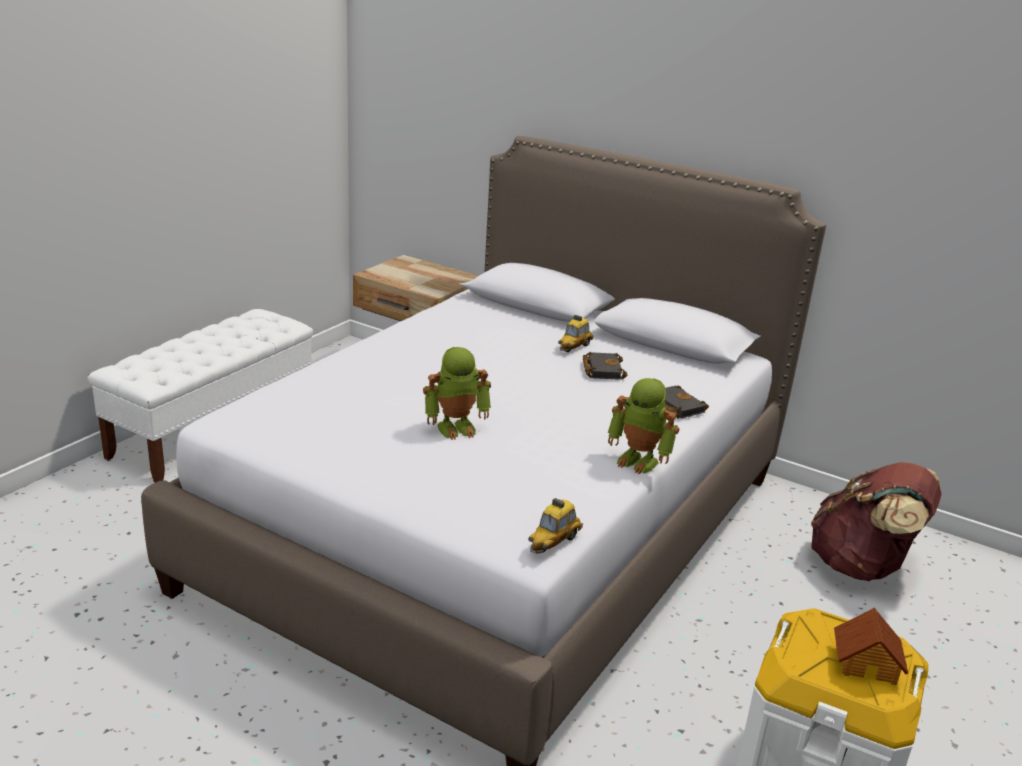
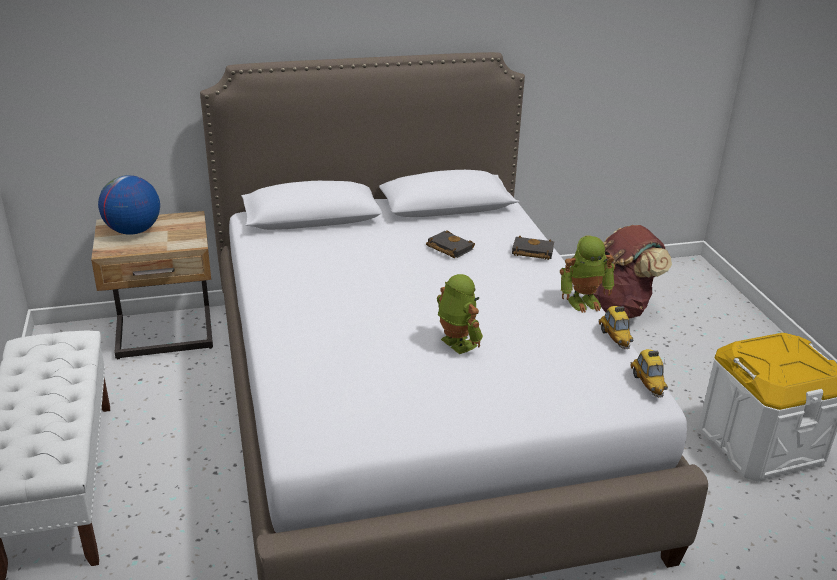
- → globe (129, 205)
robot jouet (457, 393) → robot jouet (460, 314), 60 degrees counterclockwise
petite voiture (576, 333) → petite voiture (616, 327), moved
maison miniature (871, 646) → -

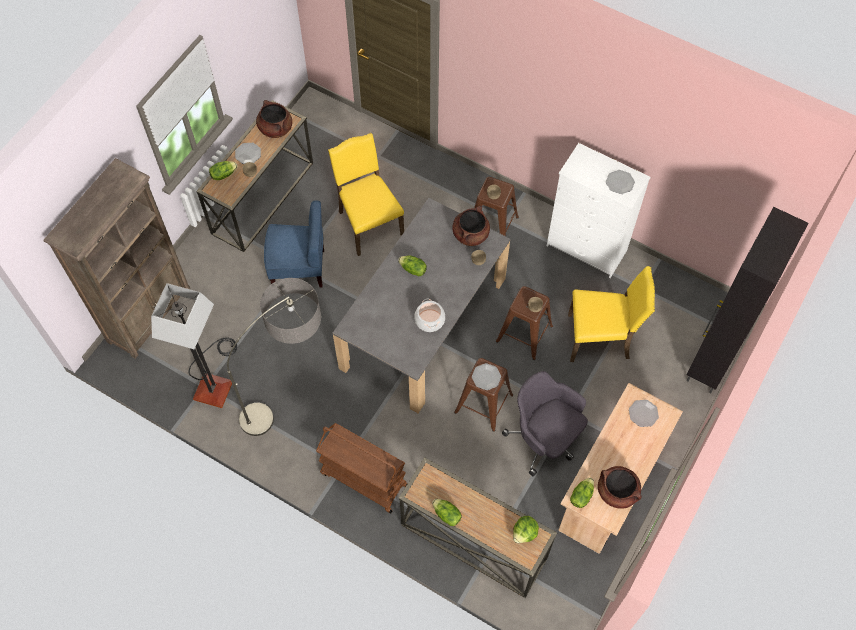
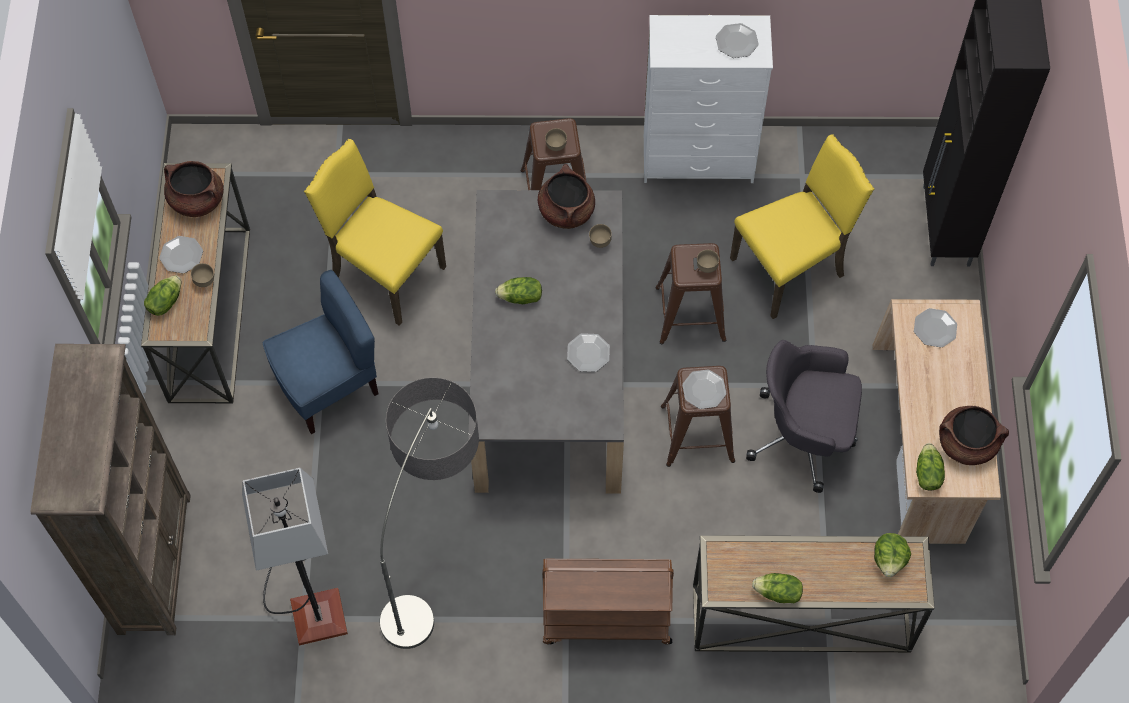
marmite (429, 315) → assiette (588, 352)

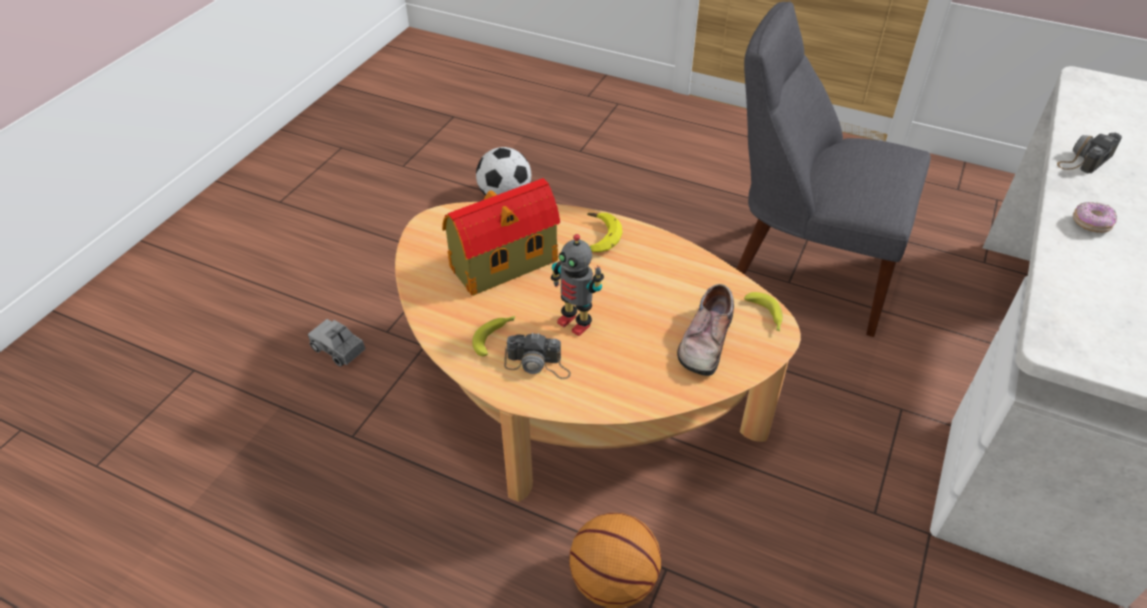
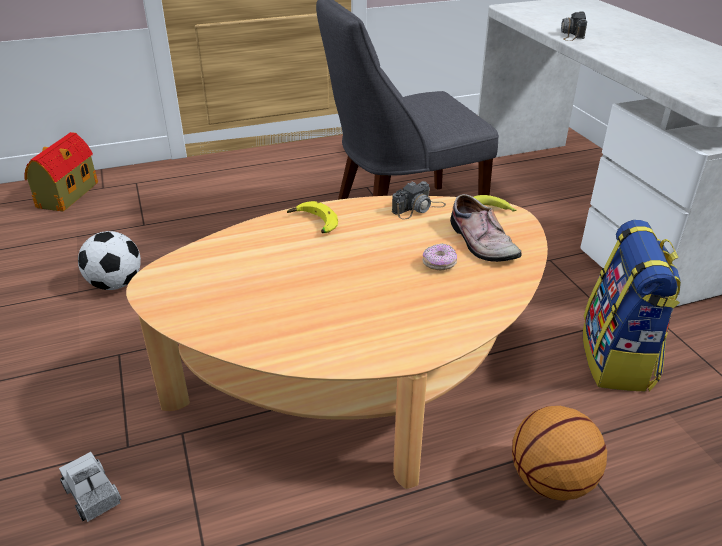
maison miniature (501, 237) → maison miniature (61, 171), moved
camion jouet (336, 343) → camion jouet (90, 487), 60 degrees clockwise
appareil photo (537, 355) → appareil photo (419, 200), moved
beignet (1095, 217) → beignet (439, 256), moved
- → sac à dos (632, 306)
banane (493, 336) → -
robot jouet (577, 285) → -

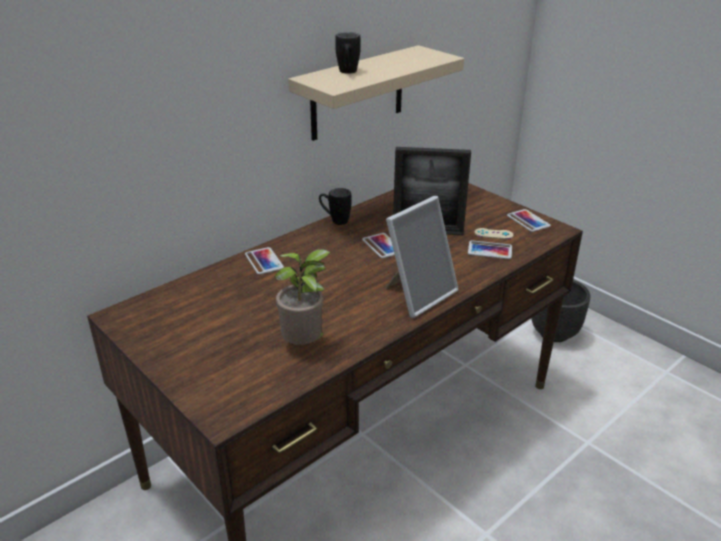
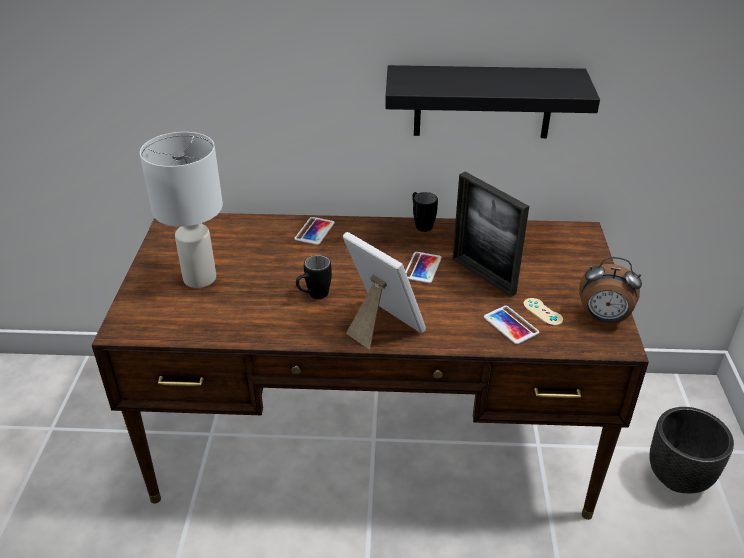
- → lampe de table [blanc] (181, 210)
mug [noir] (348, 53) → mug [noir] (314, 277), moved
cadre photo (422, 257) → cadre photo (384, 290), 135 degrees counterclockwise
étagère [beige] (376, 93) → étagère [noir] (492, 101)
téléphone (529, 220) → réveil (610, 290)
plante en pot (303, 297) → -

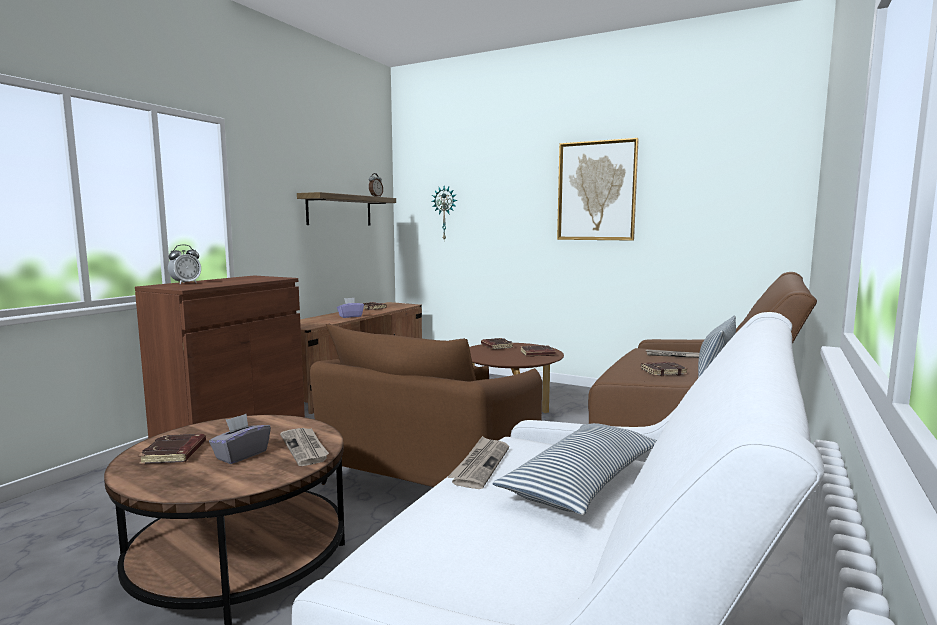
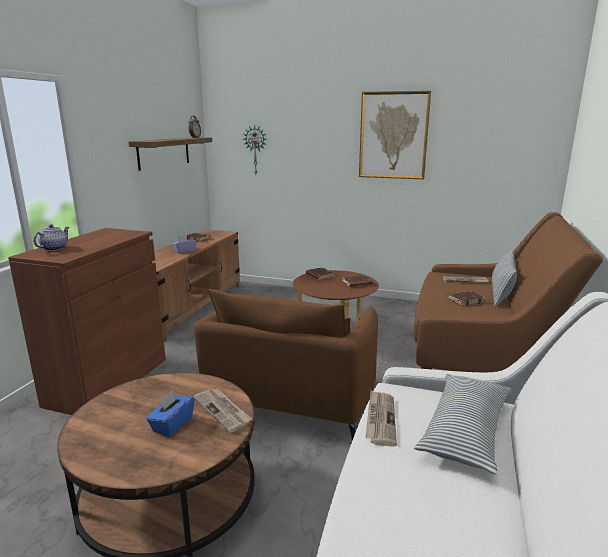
réveil (184, 264) → théière (51, 237)
boîte à mouchoirs [gris] (240, 439) → boîte à mouchoirs [bleu] (170, 413)
livre [marron] (172, 449) → -

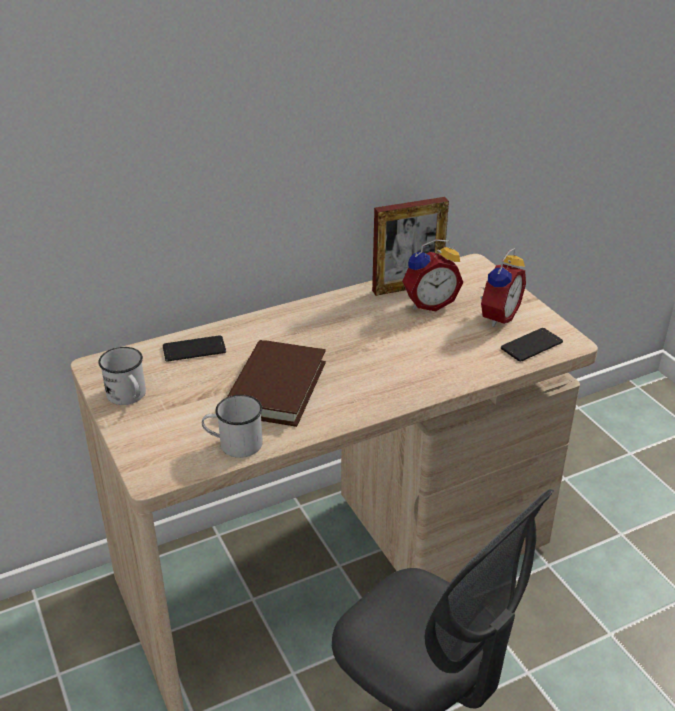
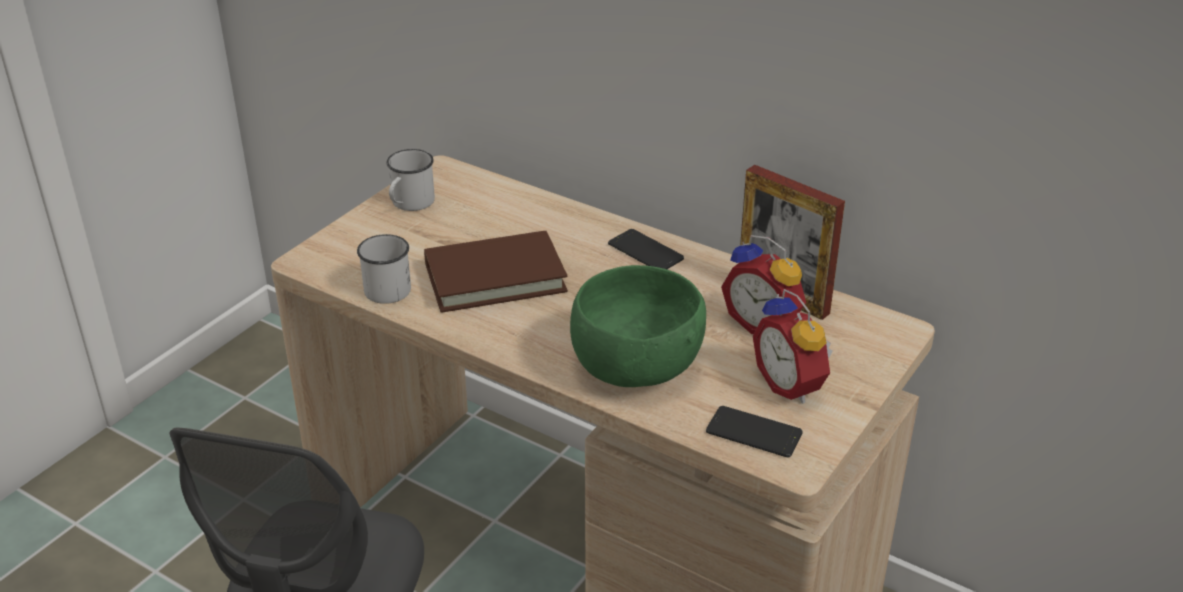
- → bol [vert] (638, 326)
téléphone (194, 348) → téléphone (646, 249), moved
réveil (502, 287) → réveil (792, 346), 60 degrees clockwise

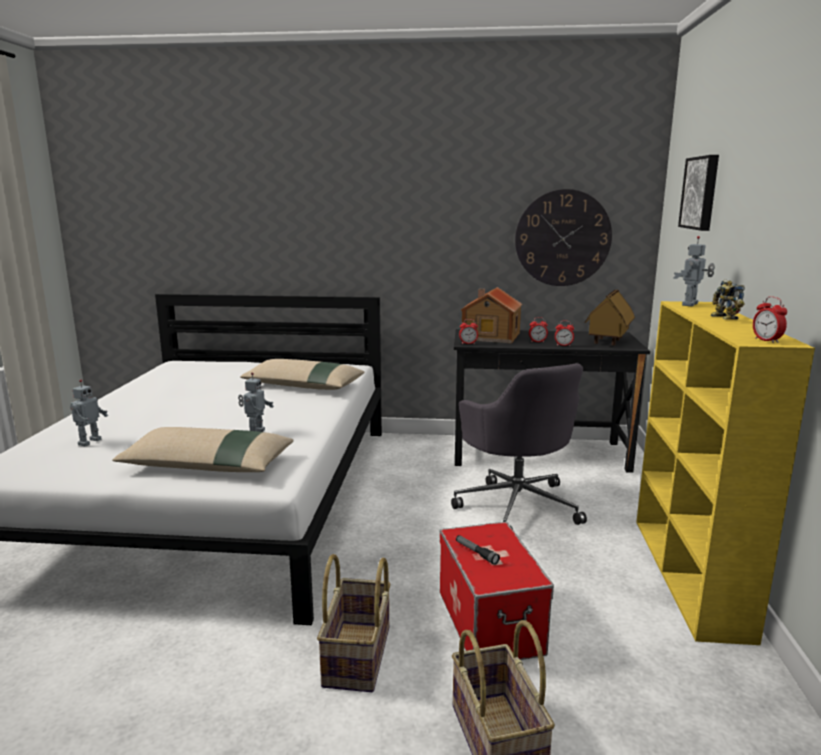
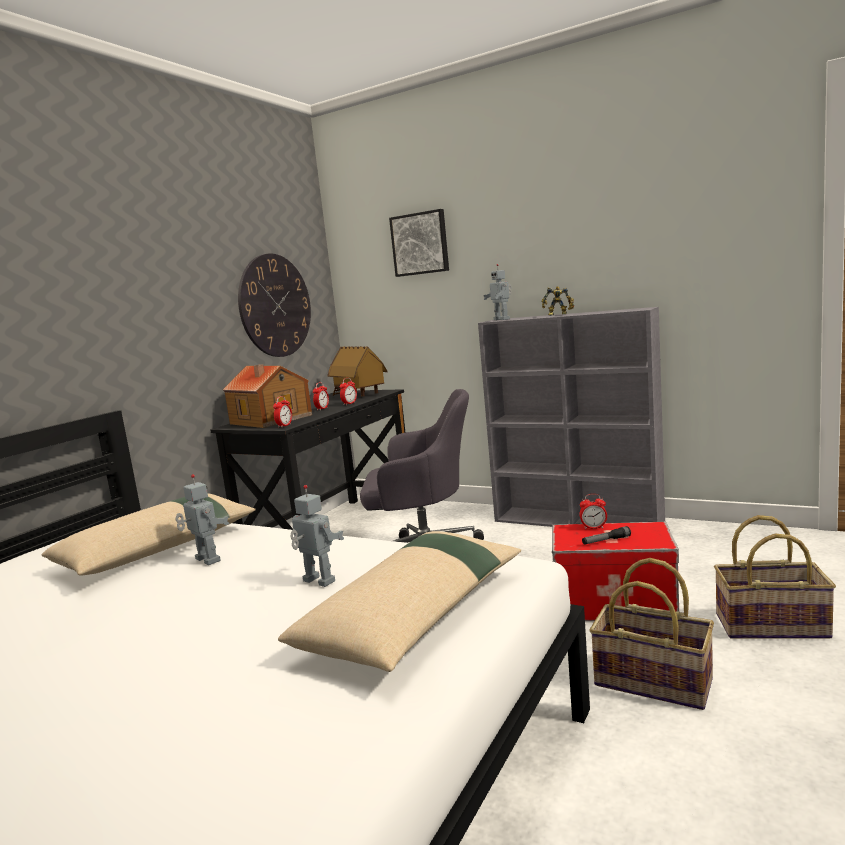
robot jouet (89, 413) → robot jouet (203, 519), moved
bibliothèque [jaune] (725, 473) → bibliothèque [gris] (571, 417)
réveil (770, 319) → réveil (593, 511), moved

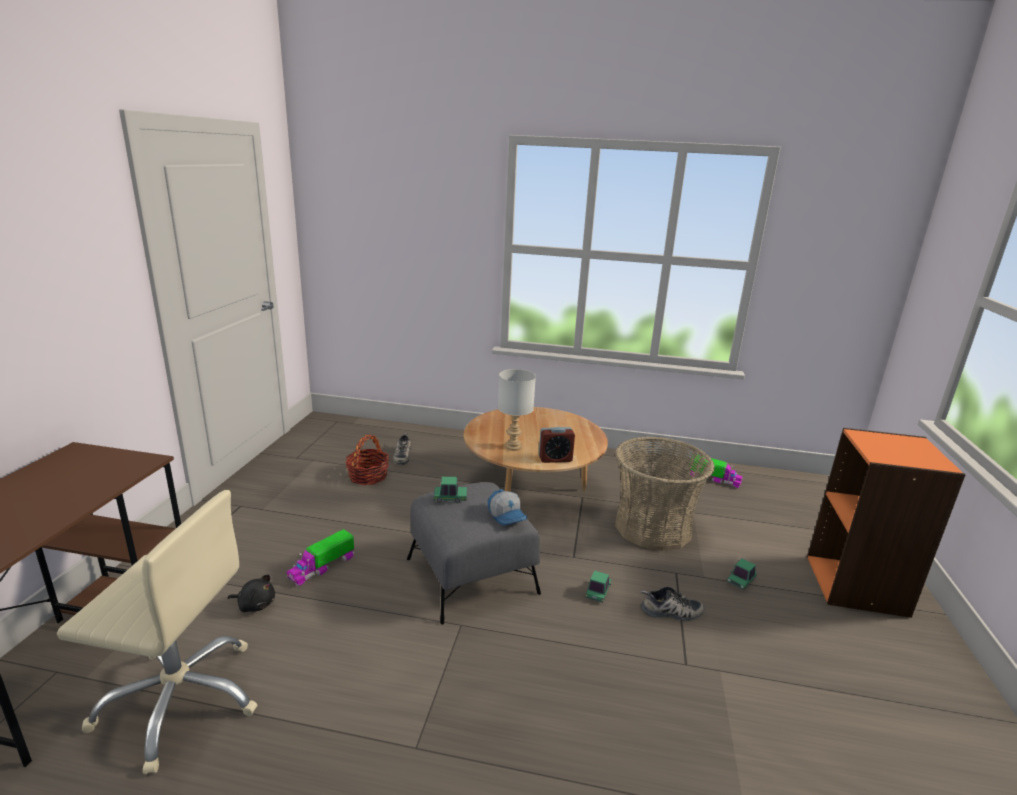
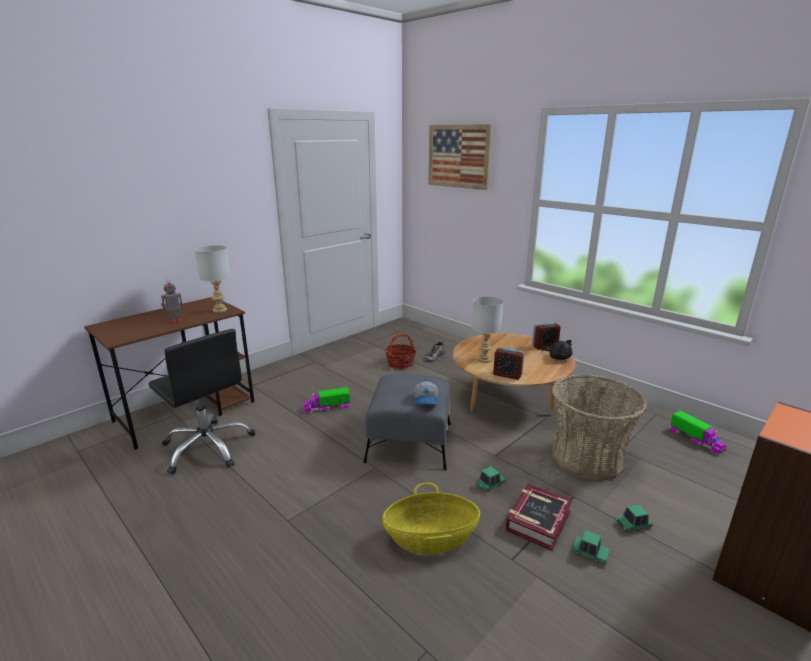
chaise de bureau [beige] (157, 632) → chaise de bureau [noir] (202, 402)
- → robot jouet (171, 301)
- → lampe de table [gris] (213, 279)
- → panier (431, 519)
- → tableau (460, 157)
chaussure (673, 604) → livre (539, 517)
- → réveil (546, 336)
peluche [noir] (251, 593) → peluche [noir] (557, 350), moved
petite voiture (450, 490) → petite voiture (591, 547), moved

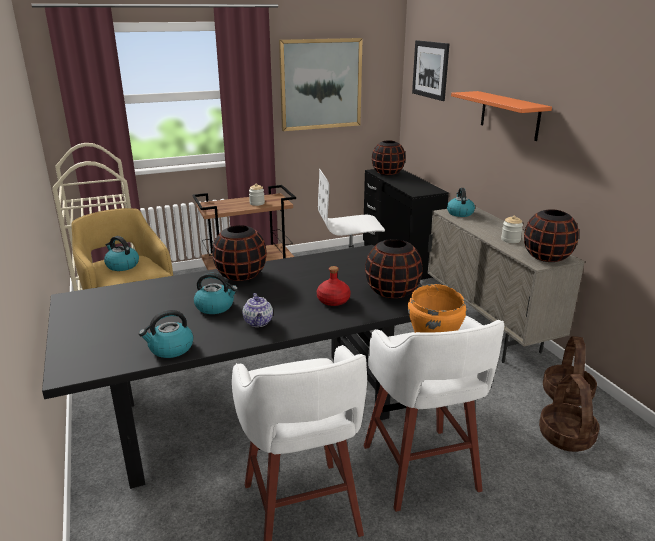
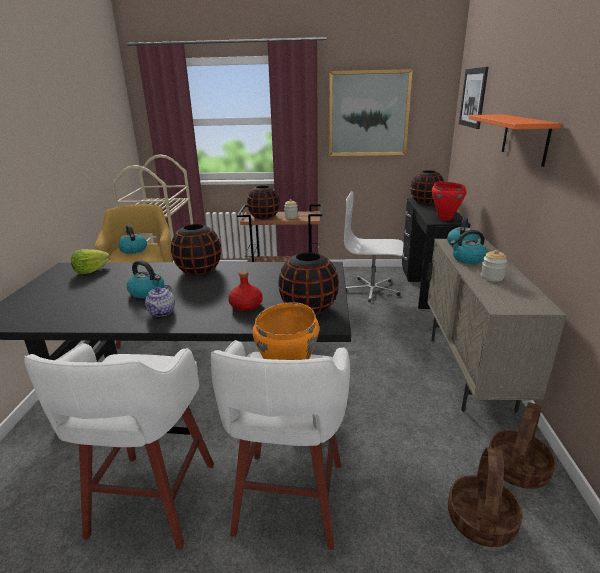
- → laitue (90, 261)
vase [noir] (551, 235) → vase [noir] (263, 203), moved
- → marmite [rouge] (449, 201)
bouilloire (166, 334) → bouilloire (468, 247), moved

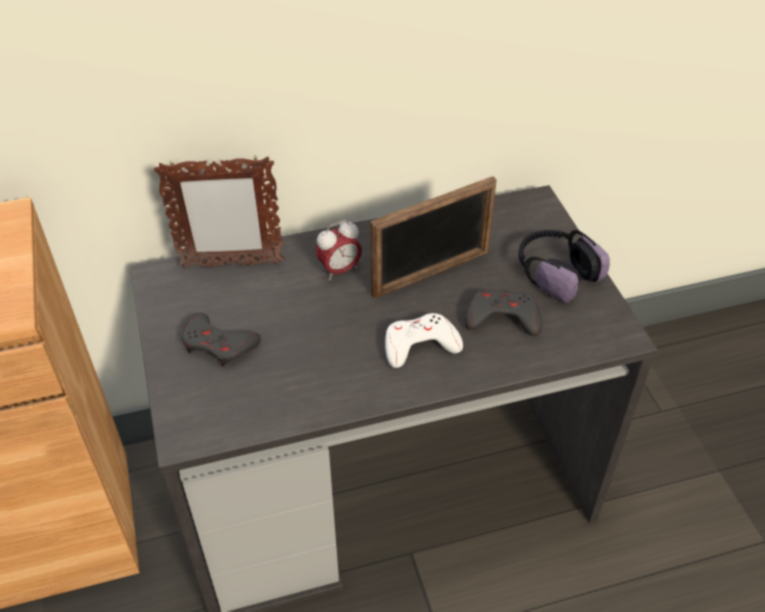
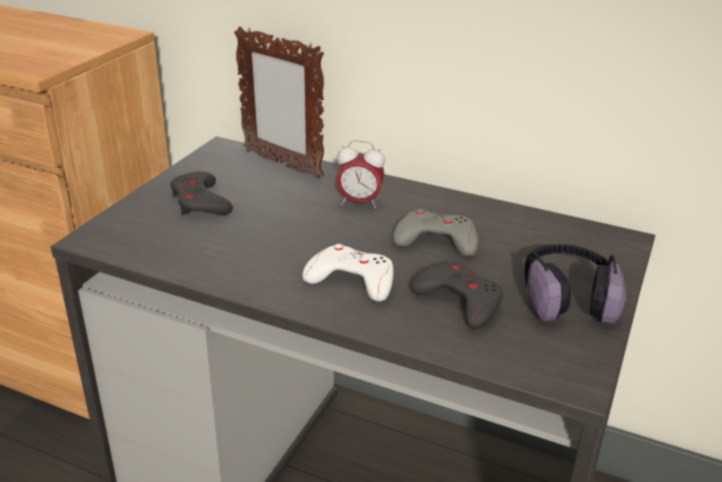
cadre photo (433, 237) → manette [gris] (435, 232)

